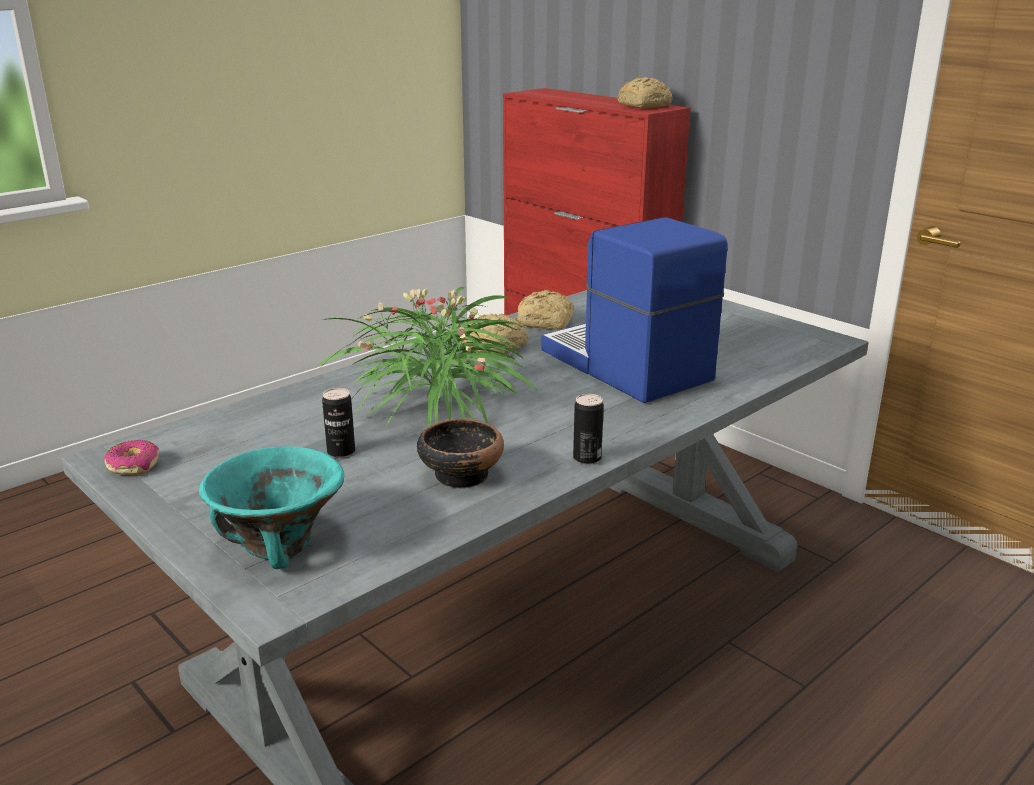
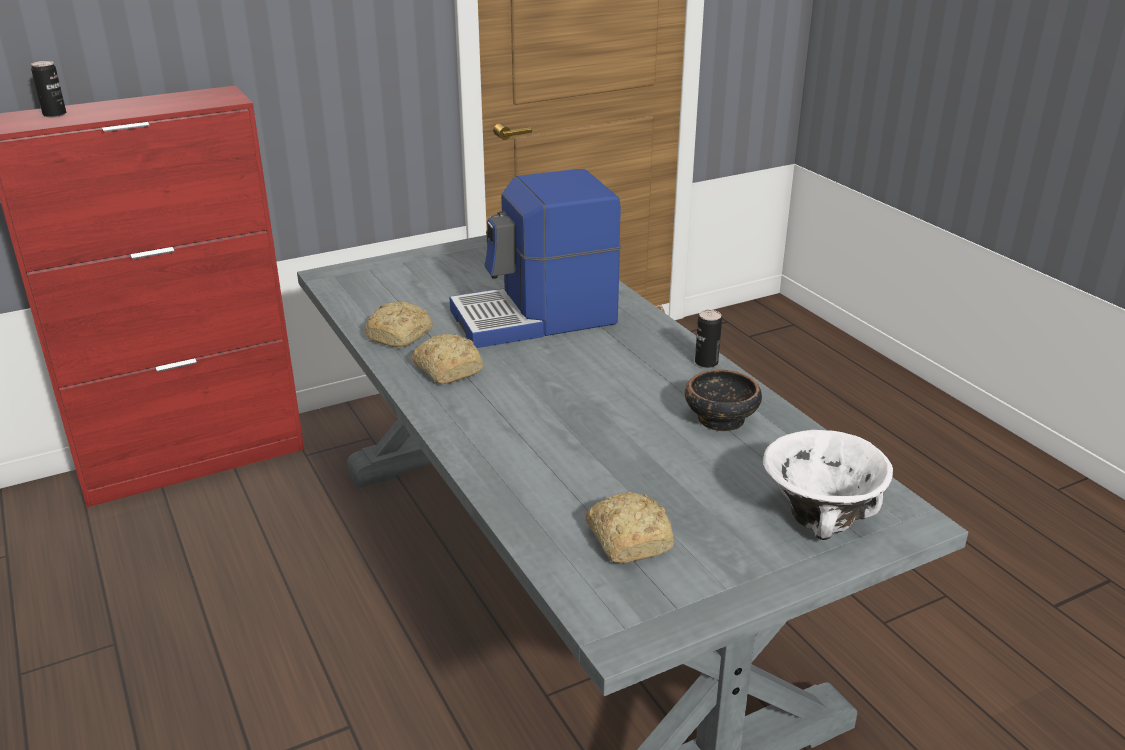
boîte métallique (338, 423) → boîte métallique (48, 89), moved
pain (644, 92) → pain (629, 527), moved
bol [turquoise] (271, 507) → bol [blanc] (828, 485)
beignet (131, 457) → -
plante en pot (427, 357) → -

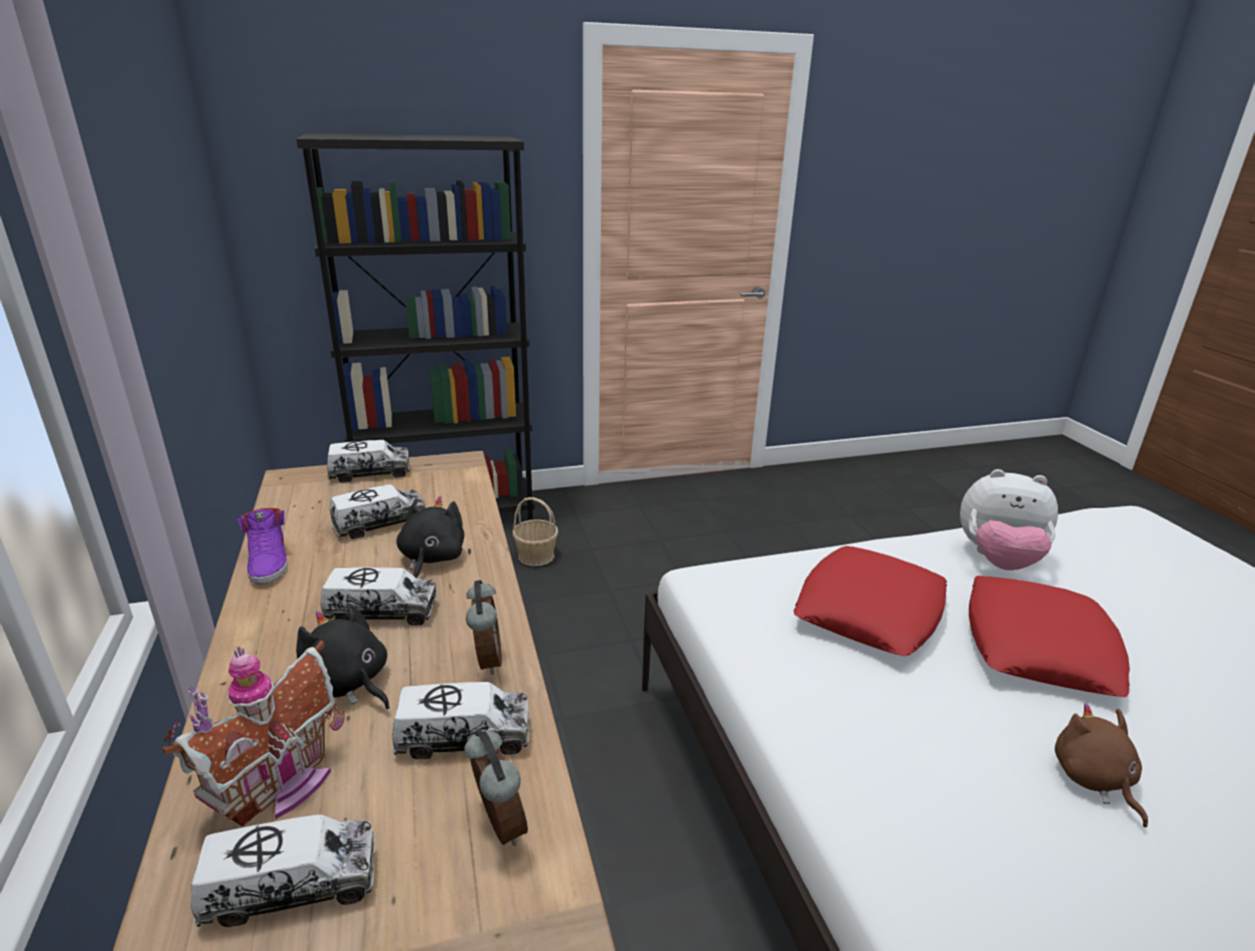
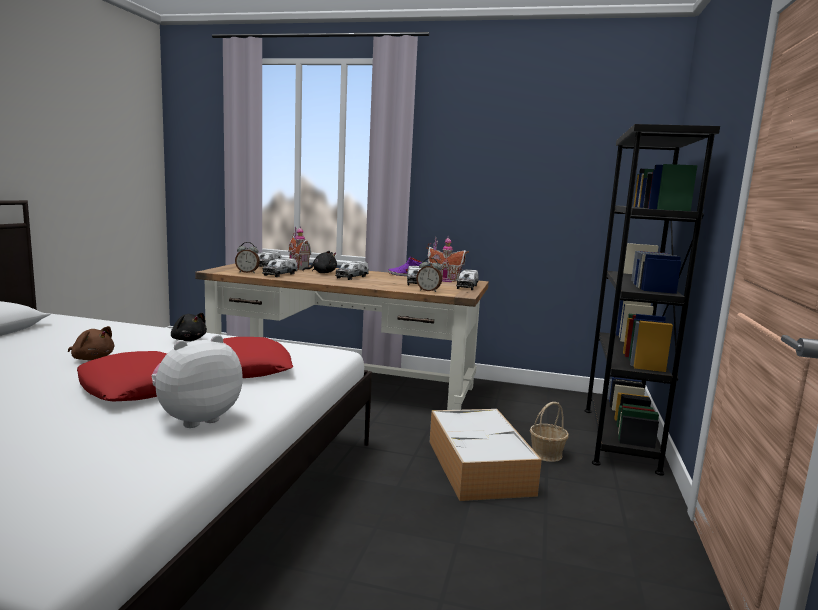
peluche [noir] (430, 537) → peluche [noir] (189, 327), moved
réveil (484, 627) → réveil (429, 275), moved
- → maison miniature (447, 259)
- → boîte de rangement (486, 455)

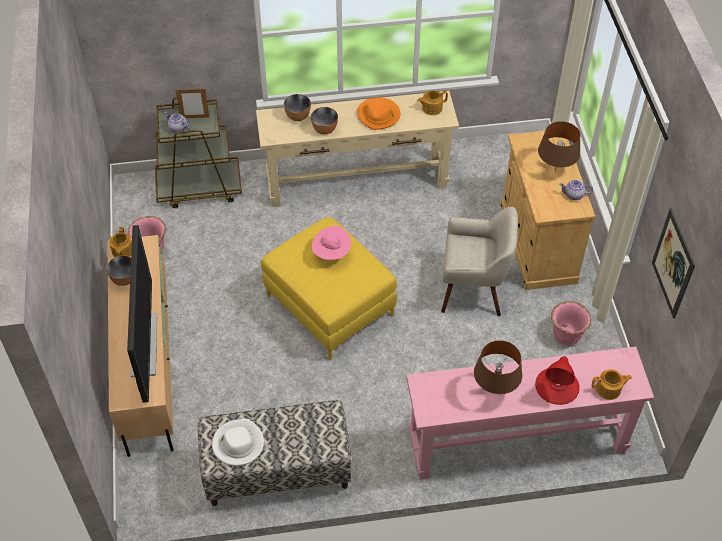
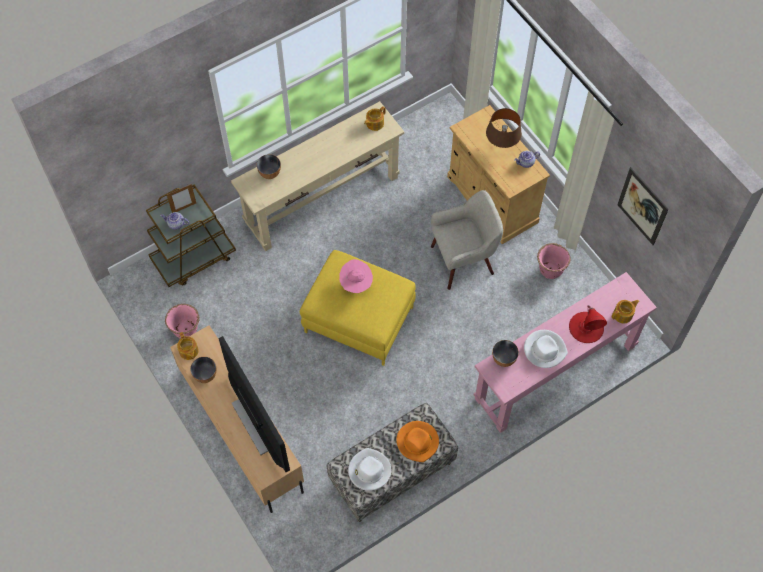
chapeau [orange] (379, 114) → chapeau [orange] (417, 441), moved
bol (324, 121) → bol (505, 353), moved
lampe de table [marron] (498, 367) → chapeau [blanc] (546, 349)

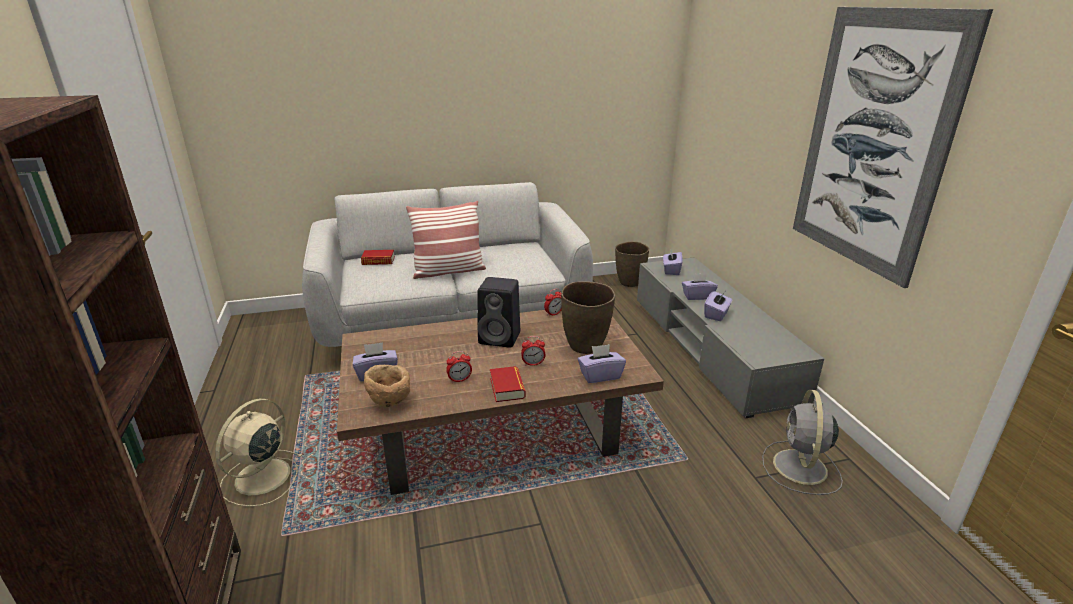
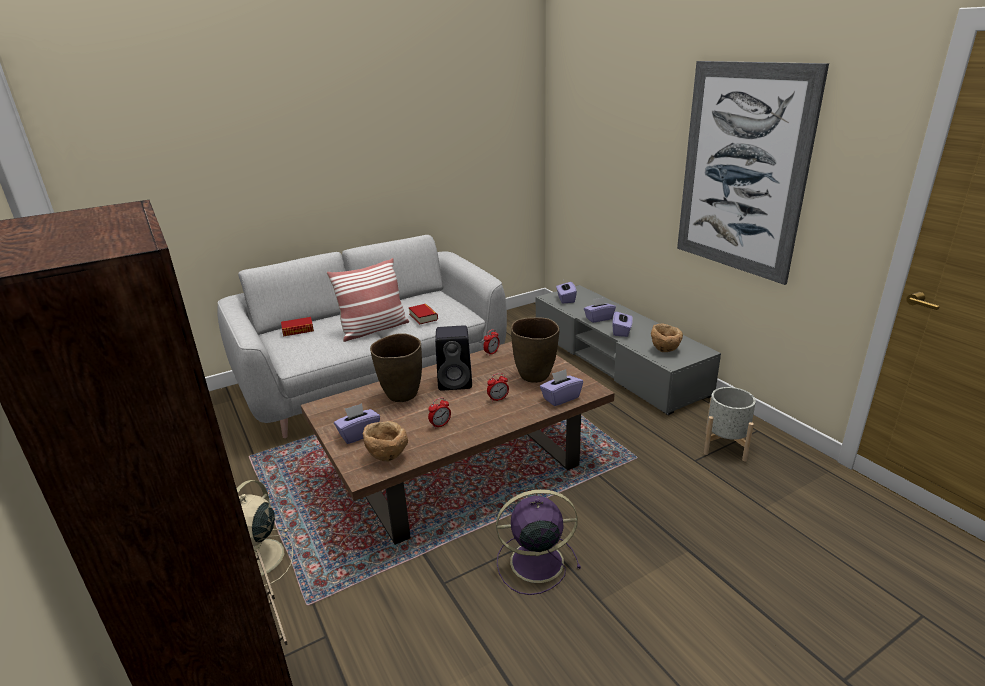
vase [marron] (632, 264) → vase [marron] (396, 367), moved
livre (507, 384) → livre (423, 314), moved
- → ventilateur [violet] (538, 542)
- → bol [marron] (667, 338)
ventilateur [gris] (802, 442) → cache-pot [gris] (730, 424)

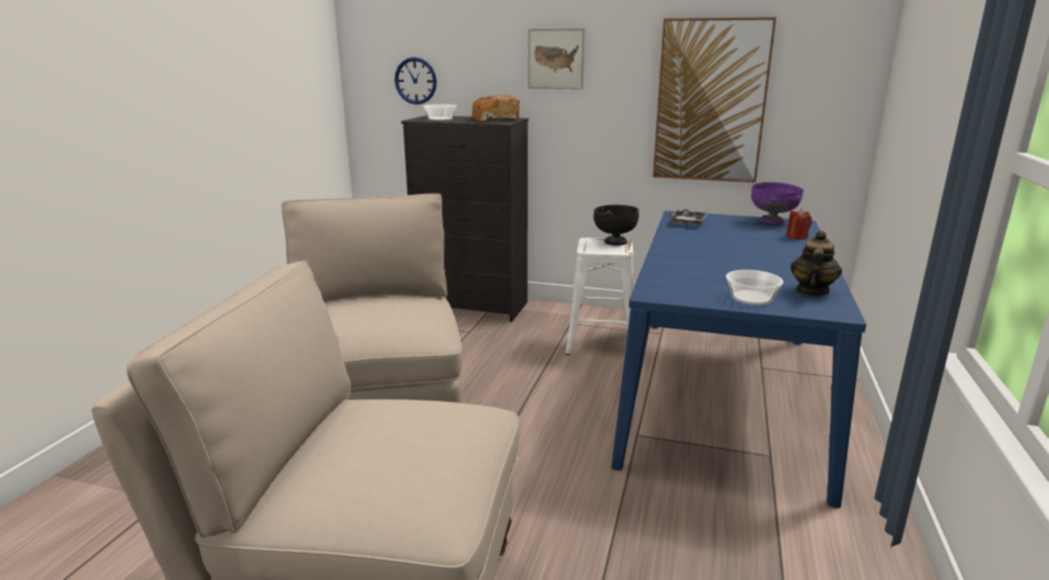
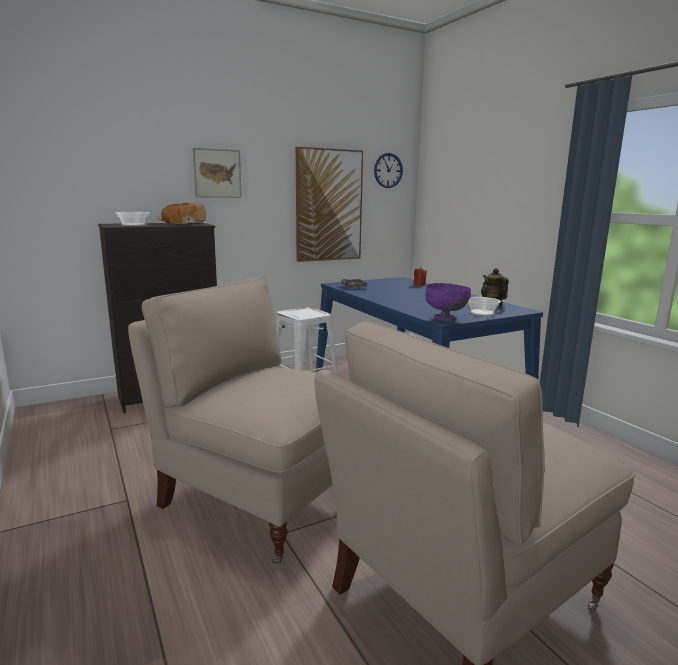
horloge murale (416, 81) → horloge murale (388, 170), moved
bol [violet] (777, 203) → bol [violet] (448, 302), moved
bol [noir] (616, 225) → -

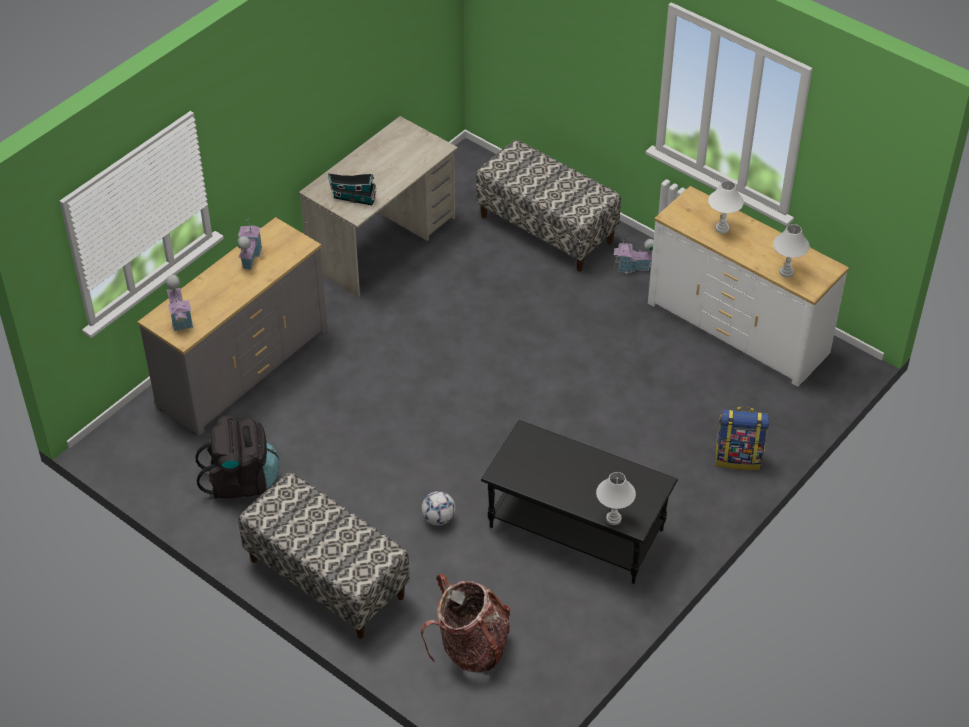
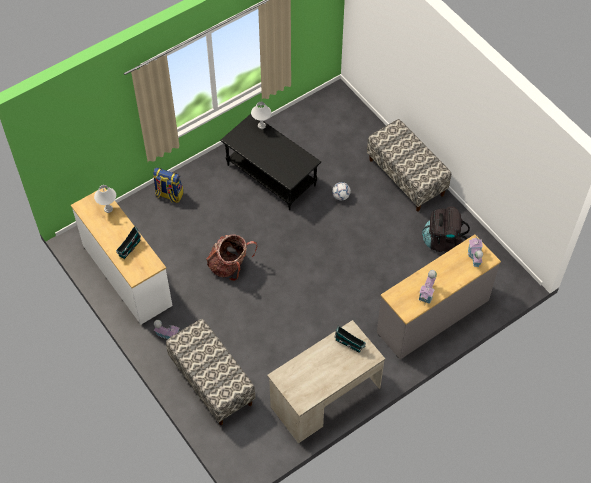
lampe de table [blanc] (726, 207) → maison miniature (128, 242)
sac à dos (466, 623) → sac à dos (231, 257), moved

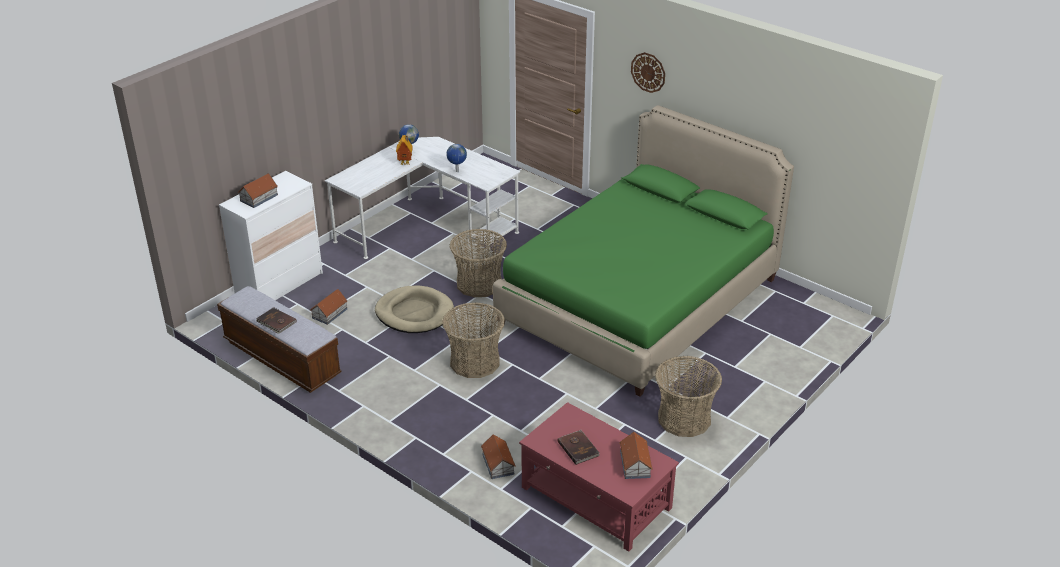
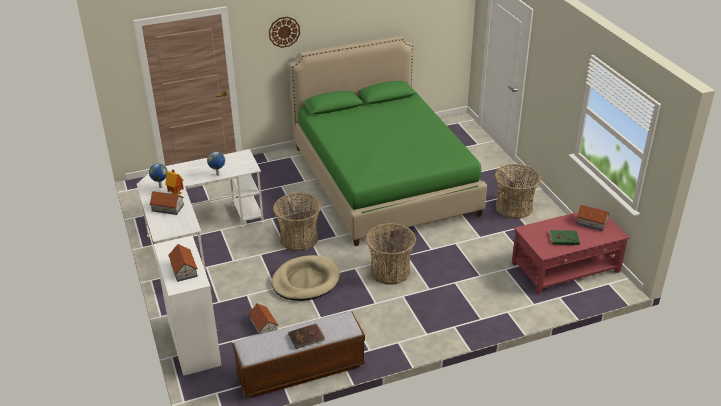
maison miniature (498, 457) → maison miniature (167, 203), moved
livre [marron] (578, 447) → livre [vert] (564, 237)

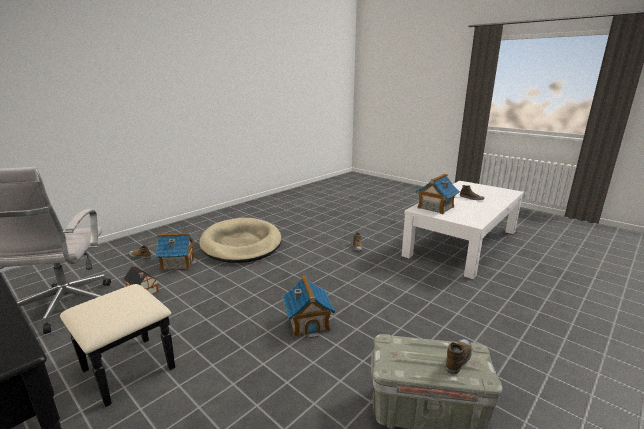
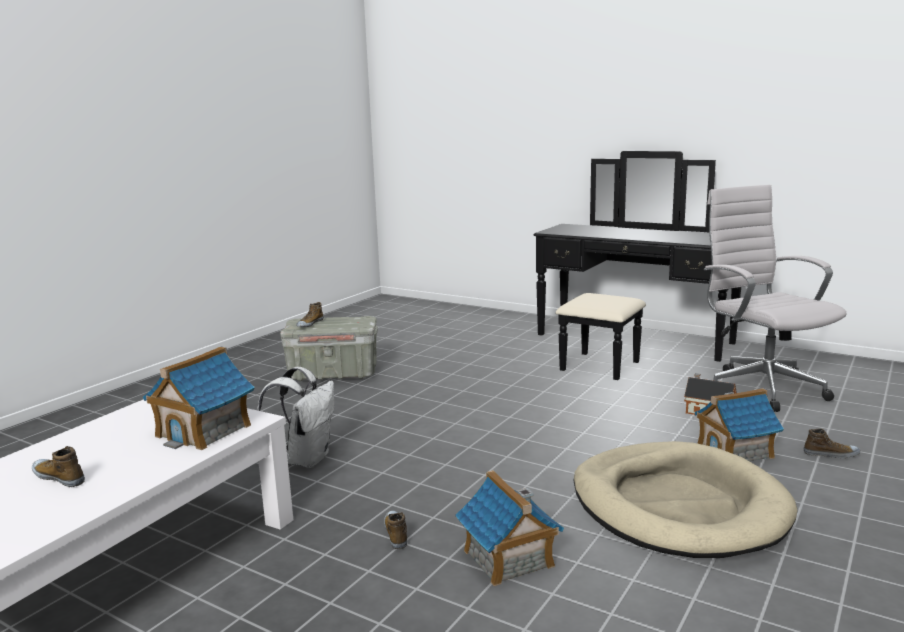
- → sac à dos [blanc] (296, 417)
maison miniature (309, 306) → maison miniature (509, 528), moved

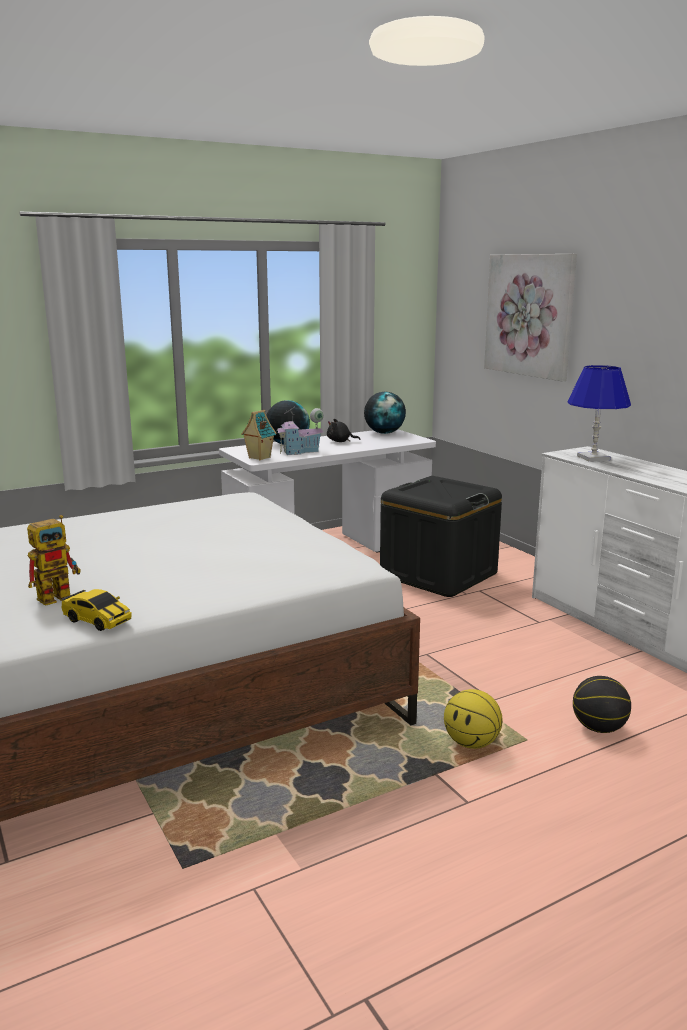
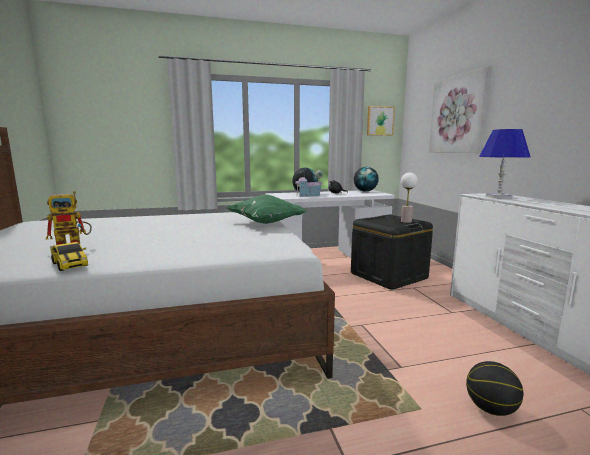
- → coussin [vert] (266, 209)
- → tableau (381, 120)
- → lampe de table (409, 197)
maison miniature (259, 435) → -
ballon de basket (473, 719) → -

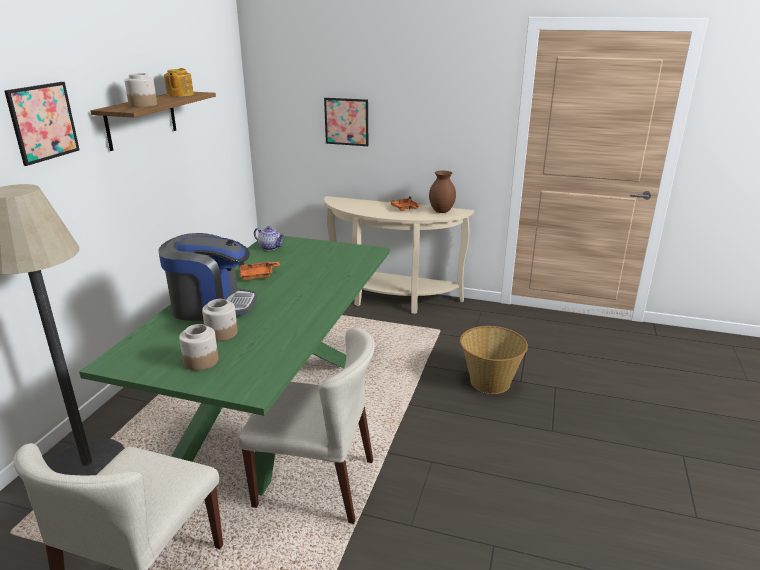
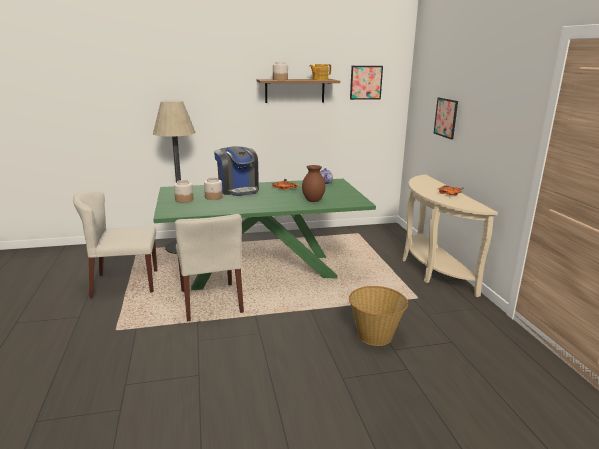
vase [marron] (442, 192) → vase [marron] (314, 183), moved
tableau (42, 124) → tableau (366, 83), moved

